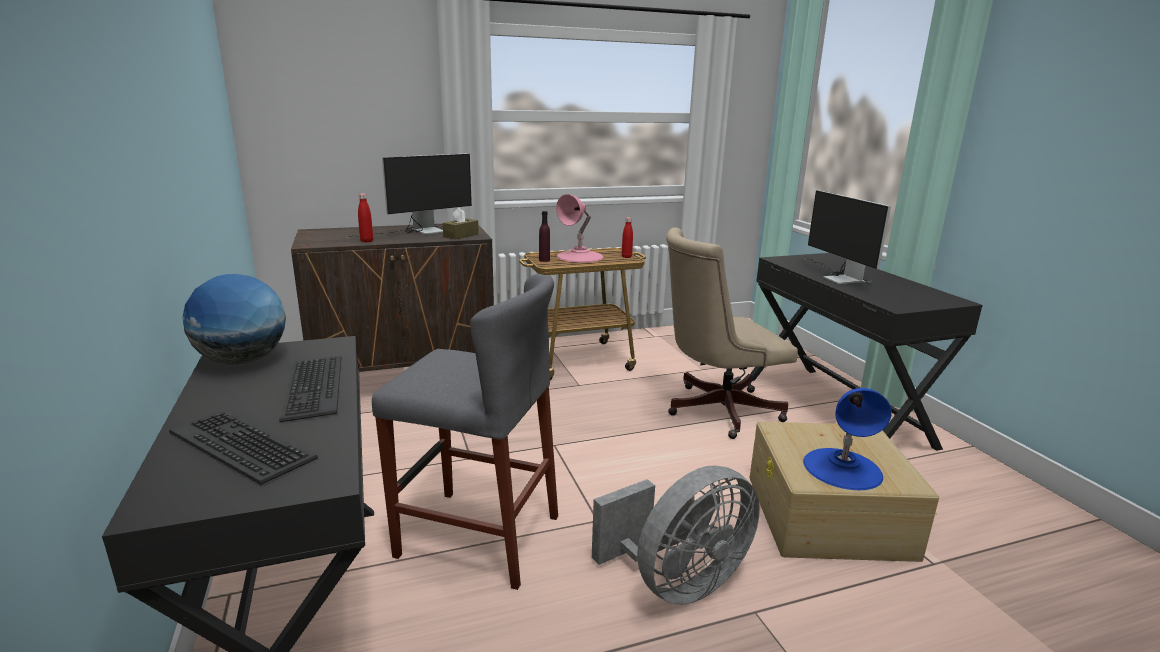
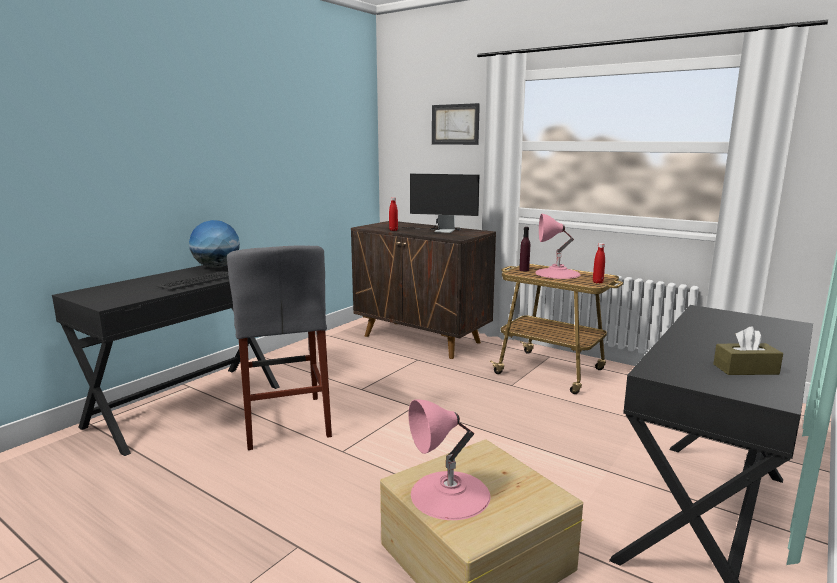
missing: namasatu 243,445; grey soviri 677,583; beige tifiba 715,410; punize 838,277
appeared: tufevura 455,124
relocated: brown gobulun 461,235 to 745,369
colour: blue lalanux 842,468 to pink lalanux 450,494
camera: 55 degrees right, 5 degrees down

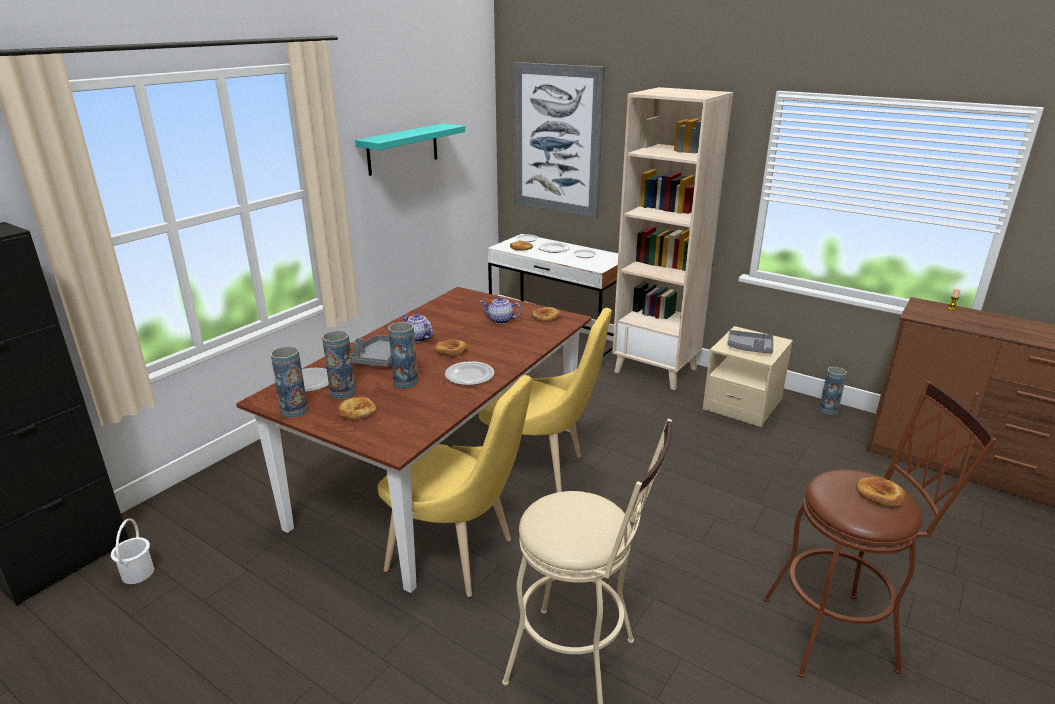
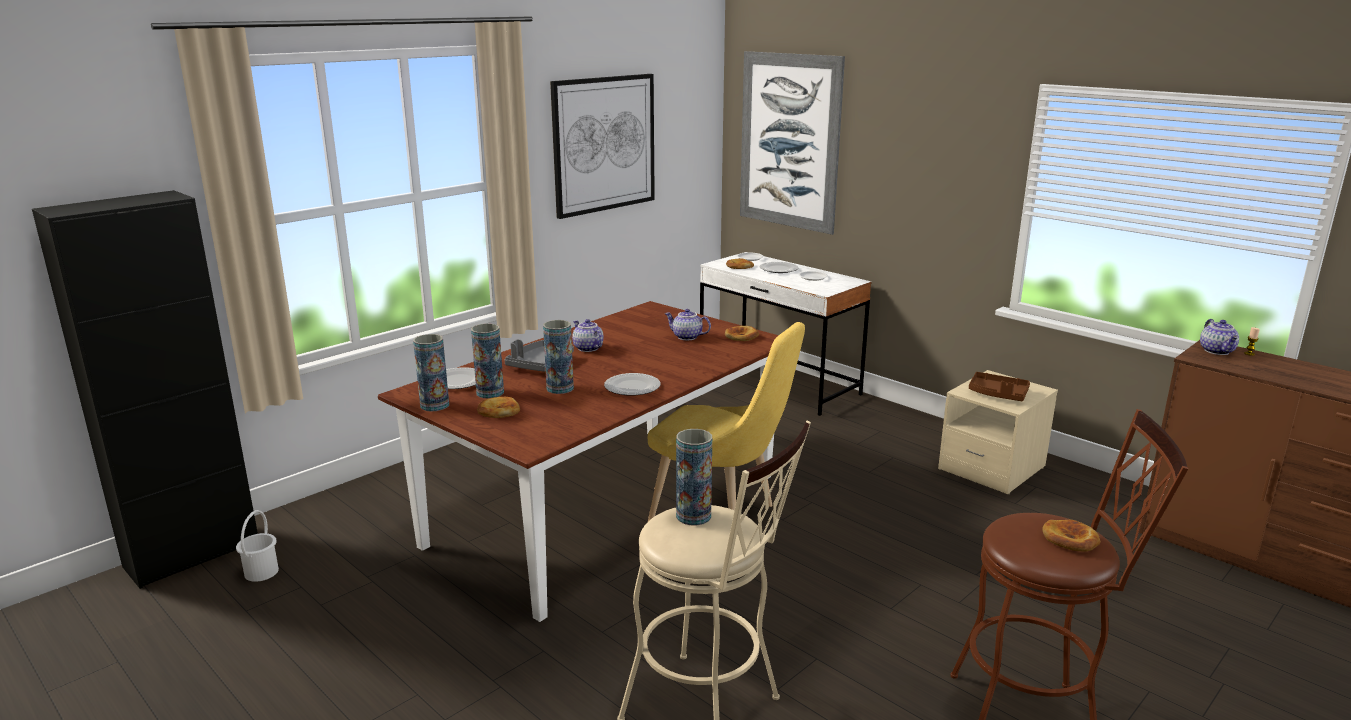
missing: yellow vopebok 458,556; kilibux 451,350; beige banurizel 656,370
appeared: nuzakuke 1217,351
relocated: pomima 828,410 to 693,516
exchanged: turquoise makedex 403,149 to tufevura 604,144
colour: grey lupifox 749,348 to brown lupifox 998,394
camera: 10 degrees right, 5 degrees down

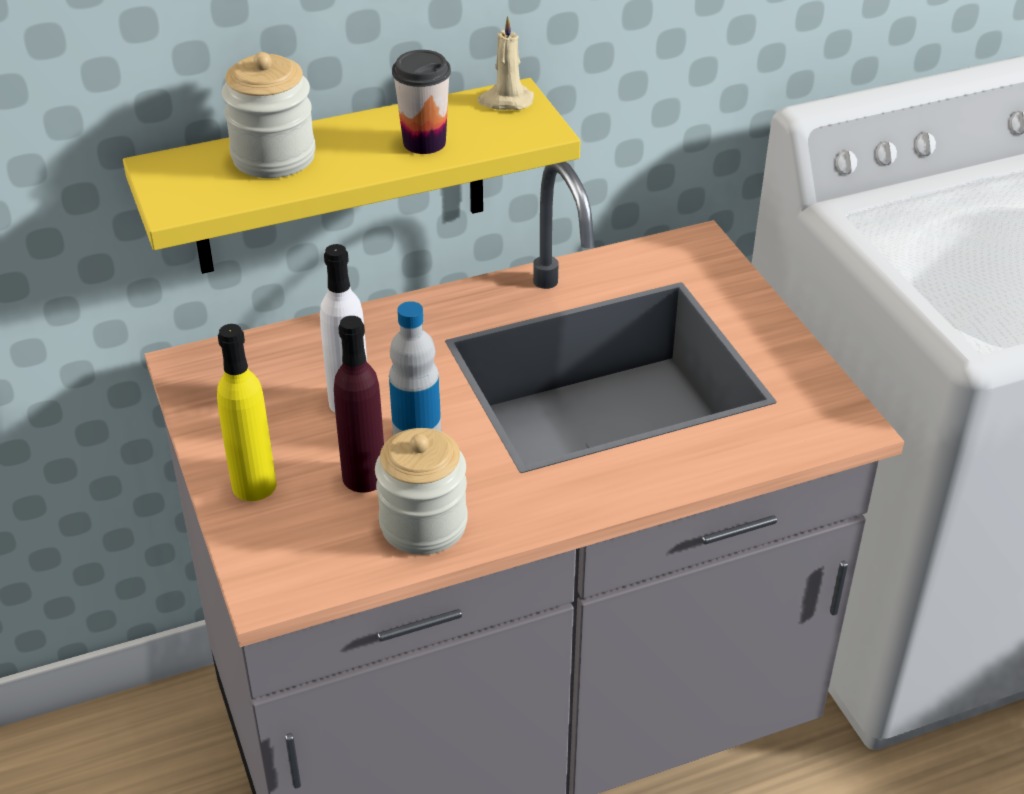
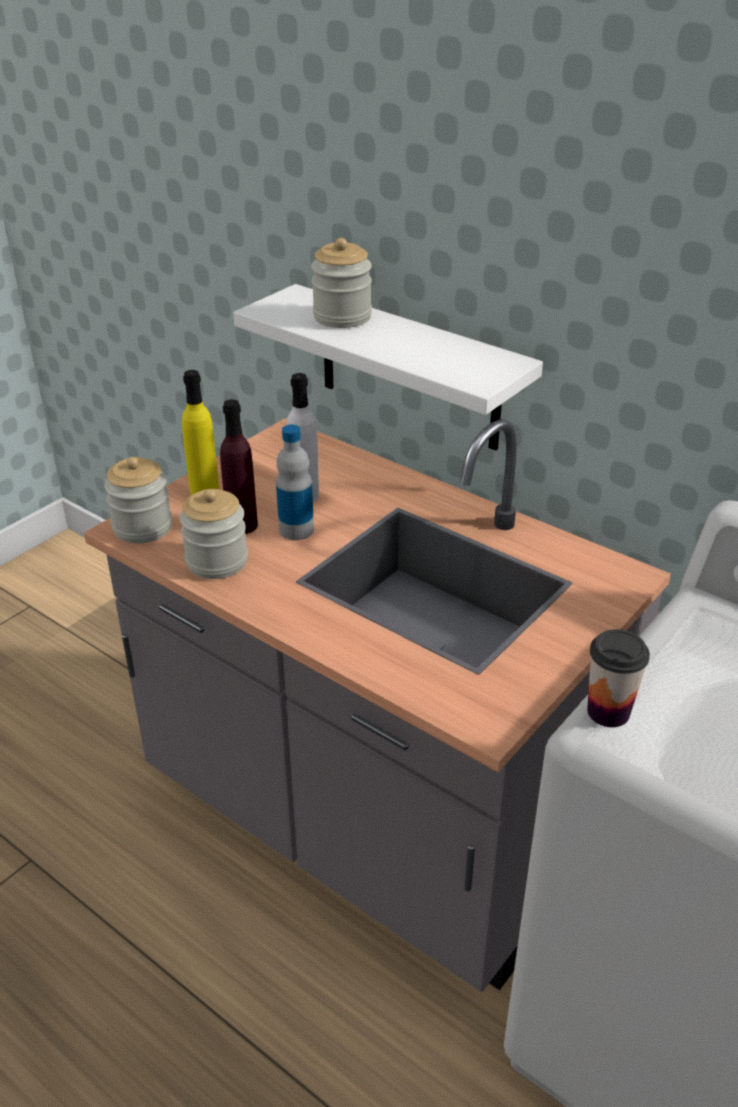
missing: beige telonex 505,101
appeared: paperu 143,527
relocated: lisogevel 424,142 to 608,712
colour: yellow makedex 339,179 to white makedex 409,369
camera: 60 degrees right, 5 degrees down

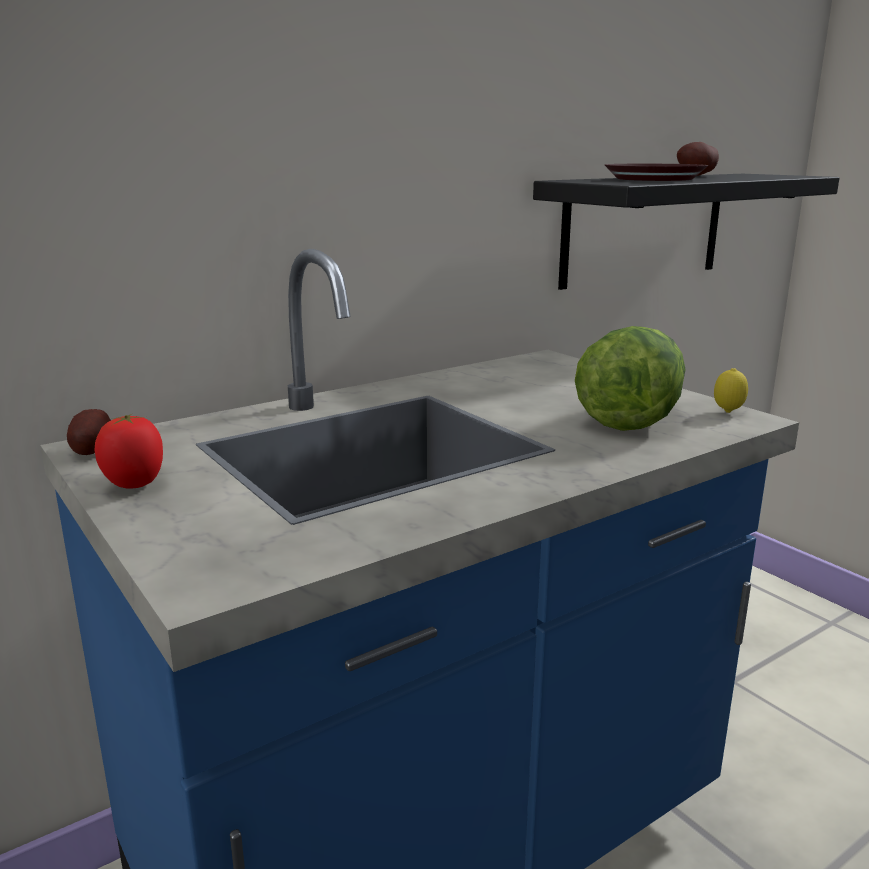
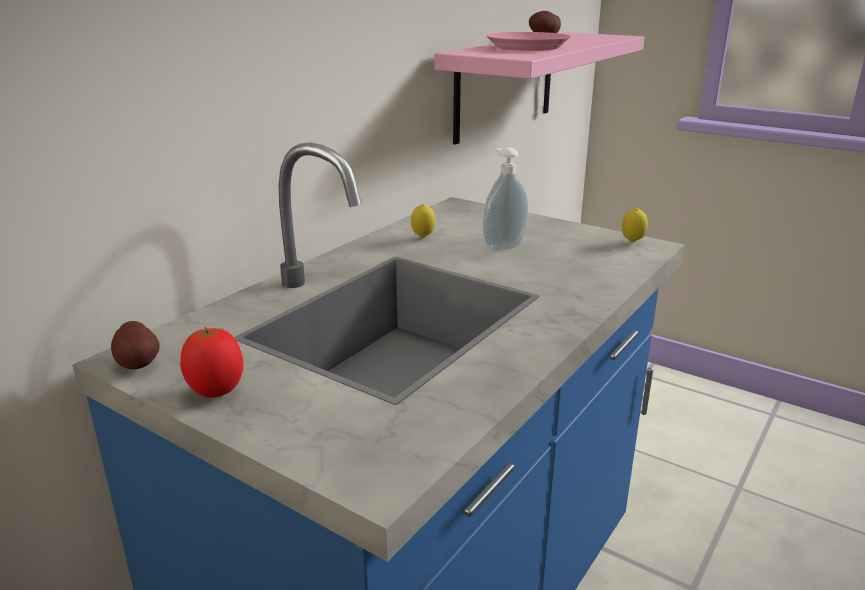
missing: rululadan 631,418
appeared: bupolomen 423,237; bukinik 502,246
colour: black makedex 643,228 to pink makedex 505,84; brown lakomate 653,179 to pink lakomate 527,47
camera: 20 degrees left, 5 degrees up

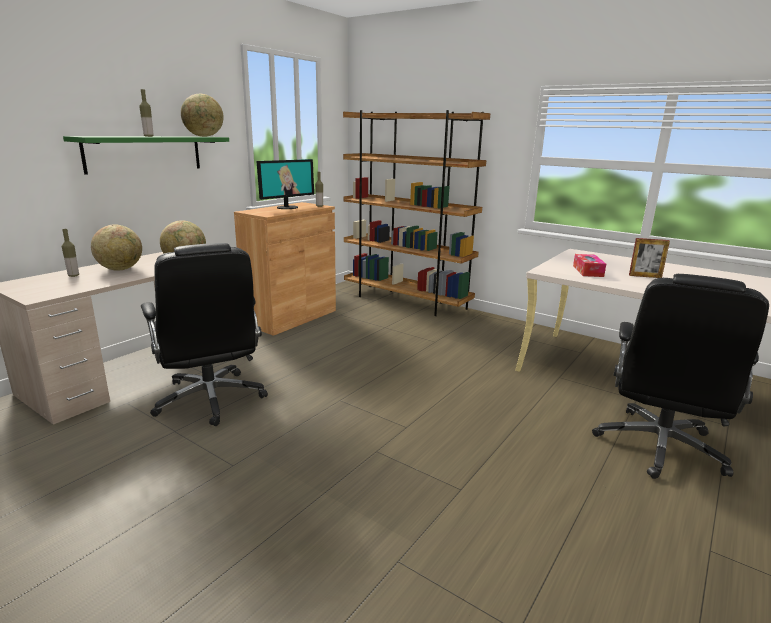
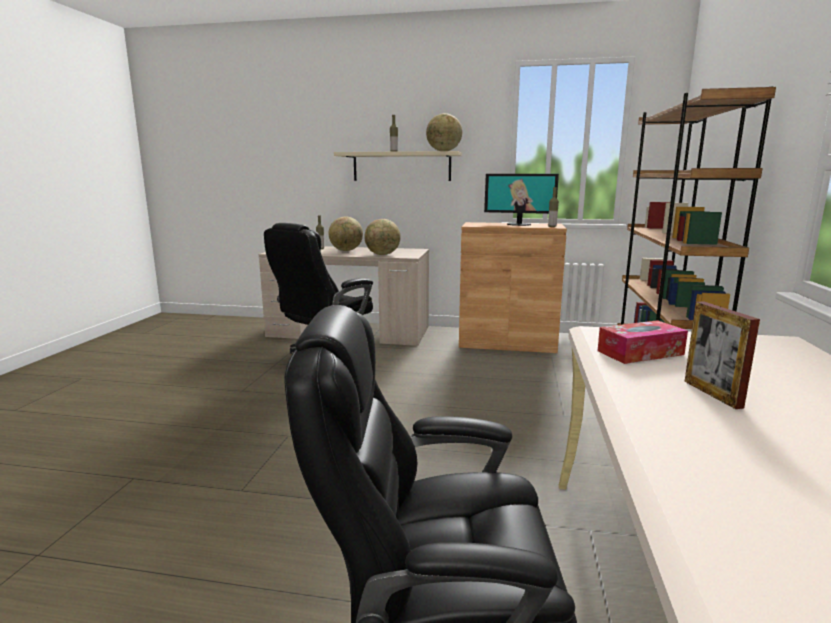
colour: green makedex 144,153 to beige makedex 401,167
camera: 65 degrees right, 5 degrees down

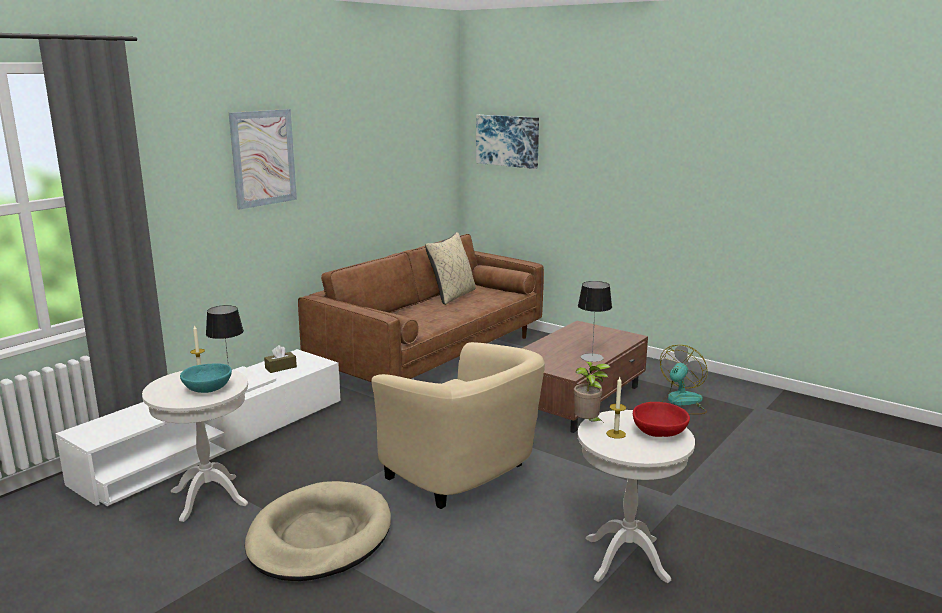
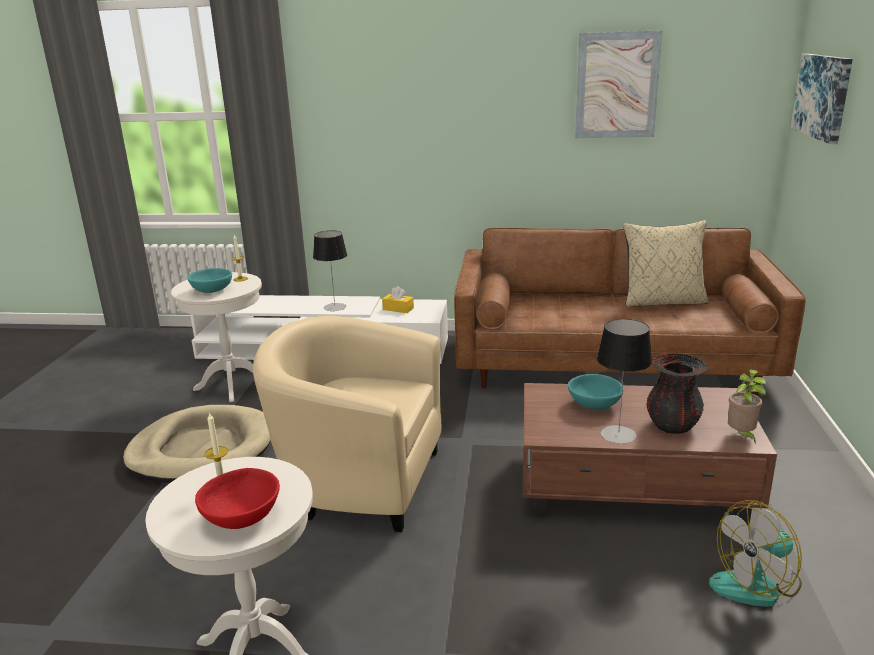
appeared: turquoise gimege 594,404; black pomima 672,426
relocated: tufevura 263,158 to 617,85; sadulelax 588,423 to 741,436
colour: brown gobulun 281,367 to yellow gobulun 398,309
spun: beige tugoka 465,477 = 358,481 90 degrees clockwise; soviri 681,402 = 756,584 150 degrees clockwise
camera: 60 degrees right, 5 degrees up

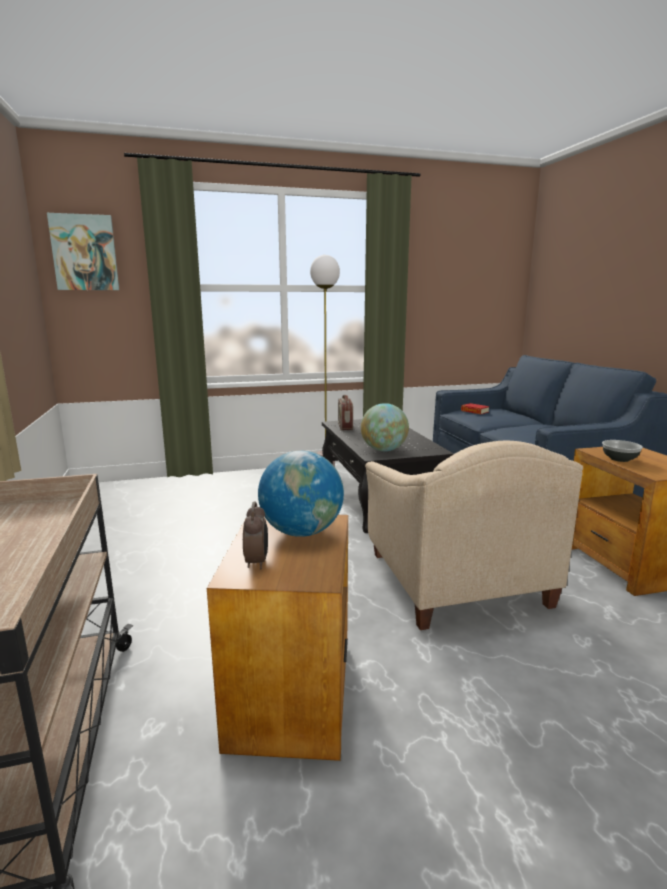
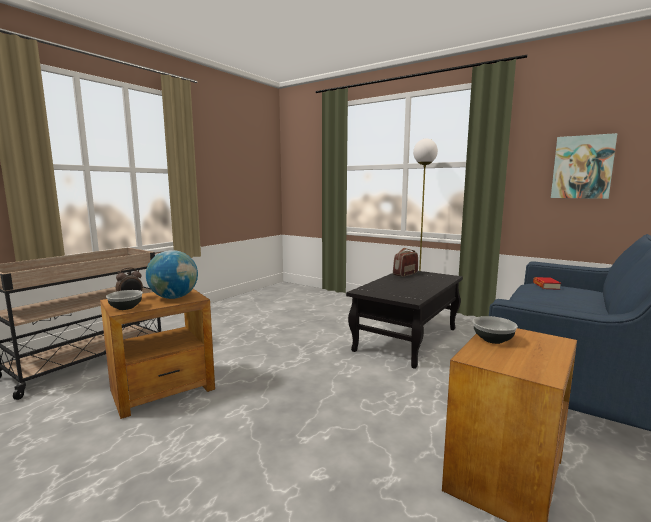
missing: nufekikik 383,450; beige tugoka 453,580
appeared: gimege 126,307
relocated: tufevura 85,253 to 582,167
camera: 50 degrees right, 5 degrees down

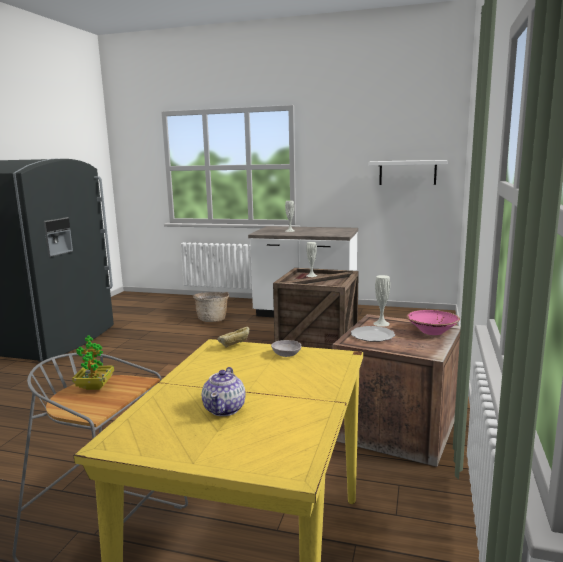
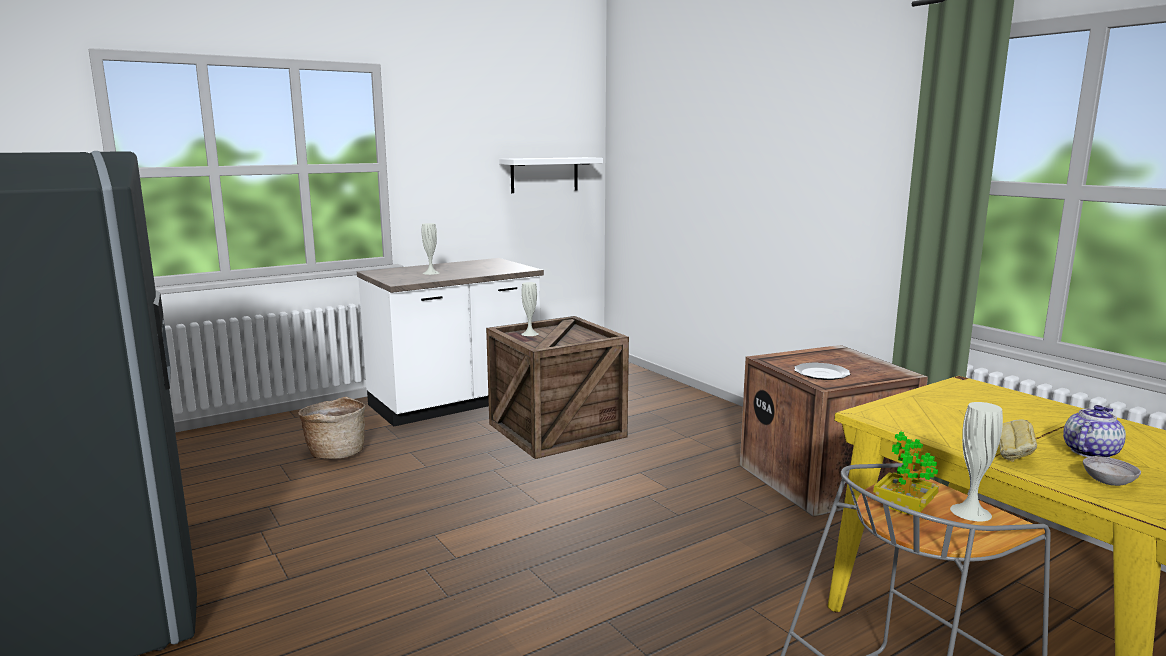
missing: pink gimege 432,332
relocated: kilibux 234,347 to 1014,456; grey gimege 286,355 to 1108,482; white pomima 381,323 to 970,512
spun: nuzakuke 225,409 = 1089,452 90 degrees counterclockwise
camera: 50 degrees left, 0 degrees up

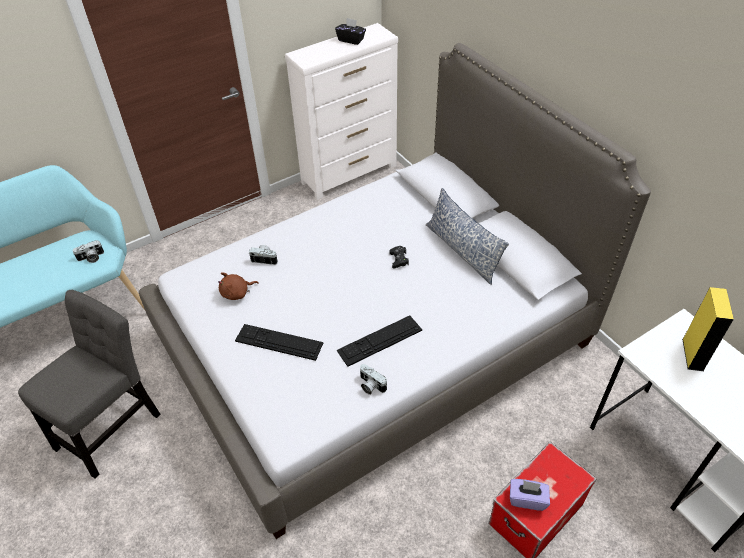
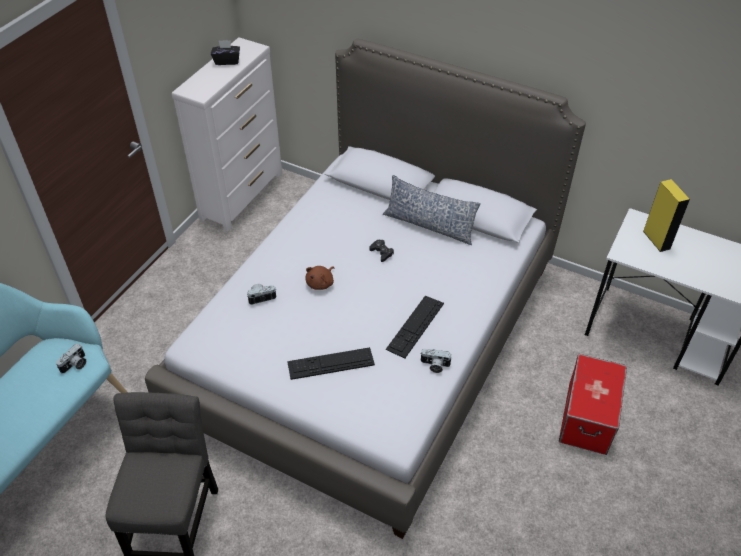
missing: purple gobulun 527,499
relocated: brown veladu 237,293 to 321,283
camera: 30 degrees left, 0 degrees up

